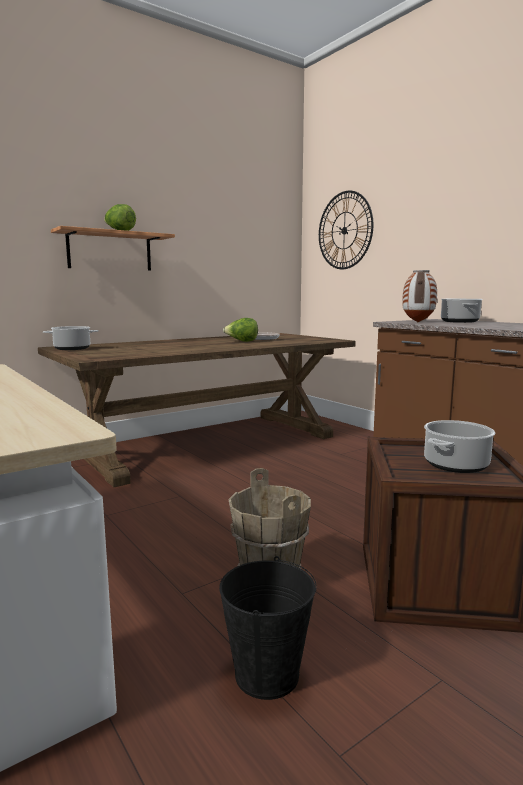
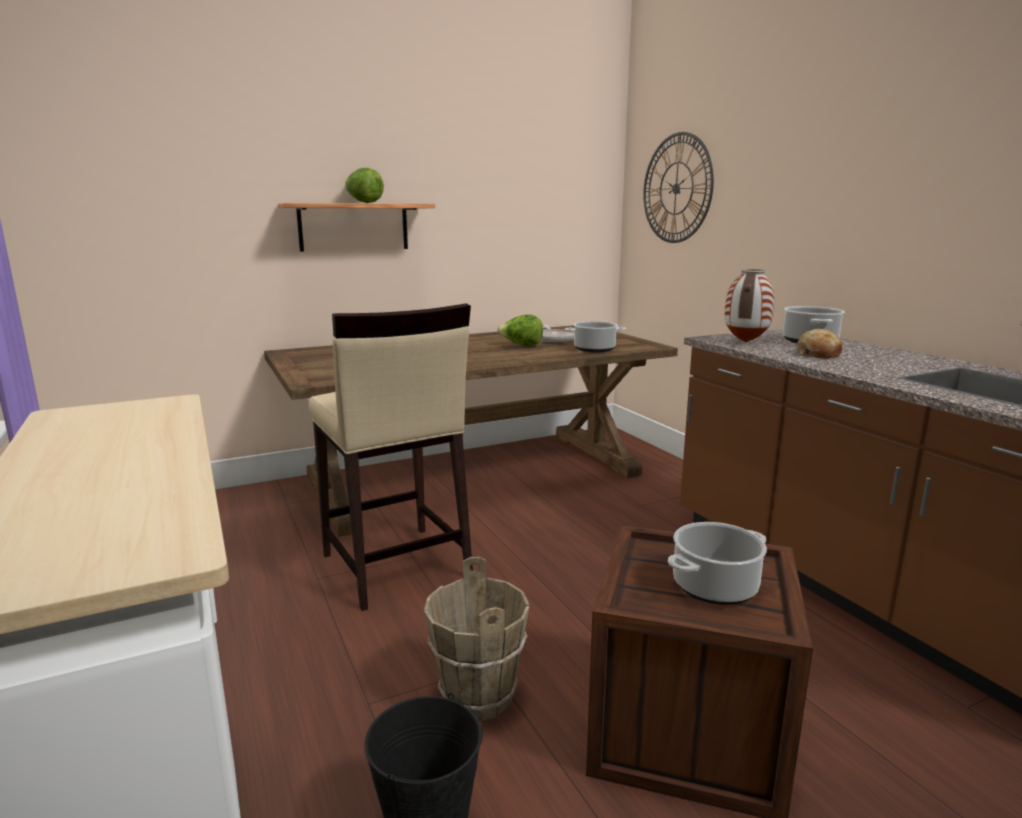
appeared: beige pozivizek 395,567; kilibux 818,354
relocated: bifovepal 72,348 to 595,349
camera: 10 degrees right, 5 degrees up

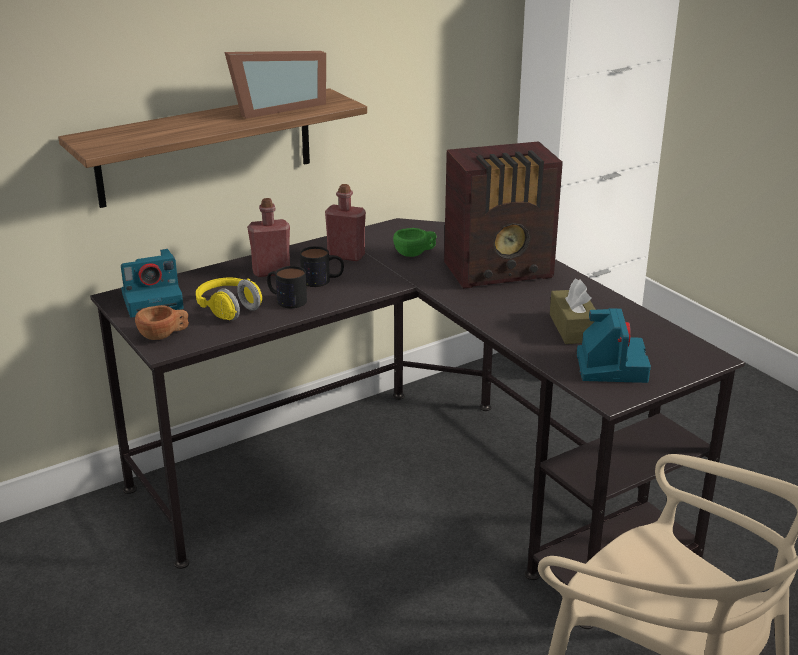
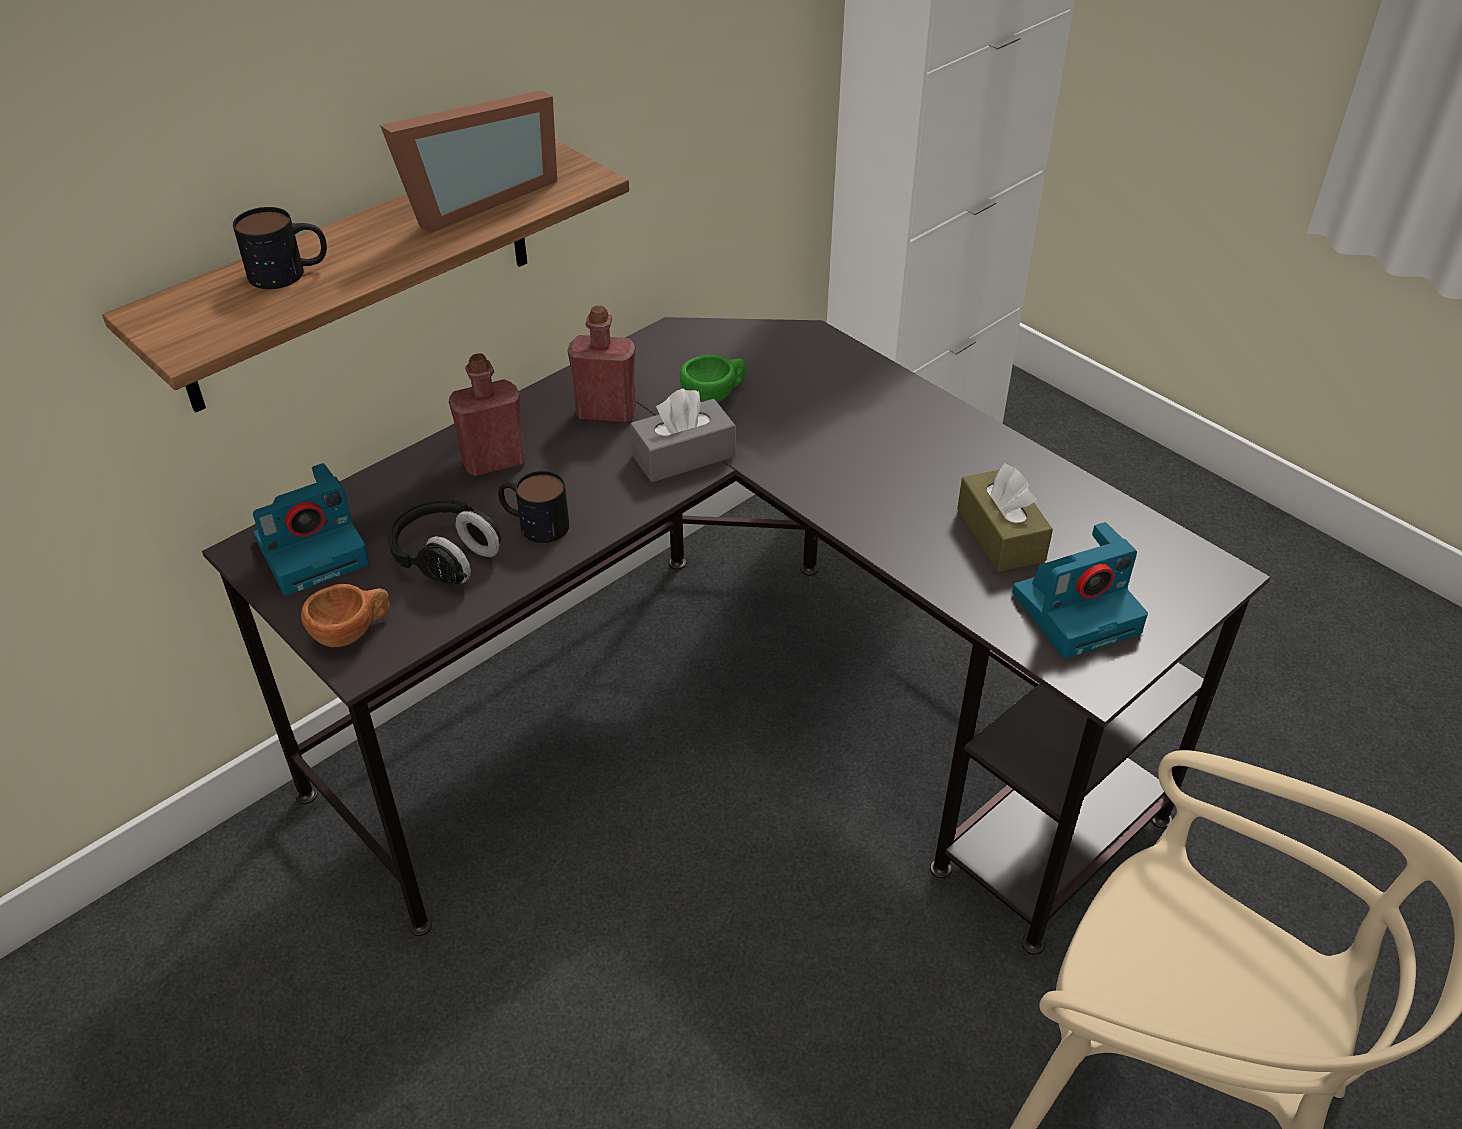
missing: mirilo 501,271
appeared: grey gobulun 683,455
relocated: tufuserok 322,280 to 290,273
colour: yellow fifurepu 229,310 to black fifurepu 446,558
spun: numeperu 610,365 = 1077,611 75 degrees clockwise
camera: 10 degrees left, 15 degrees up

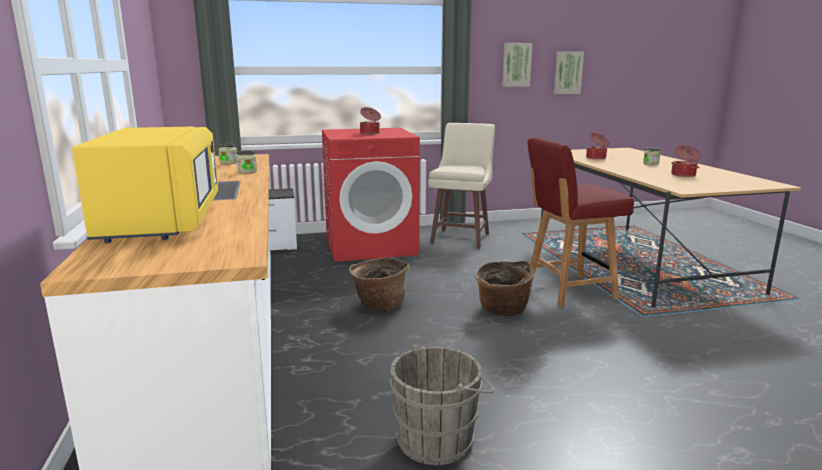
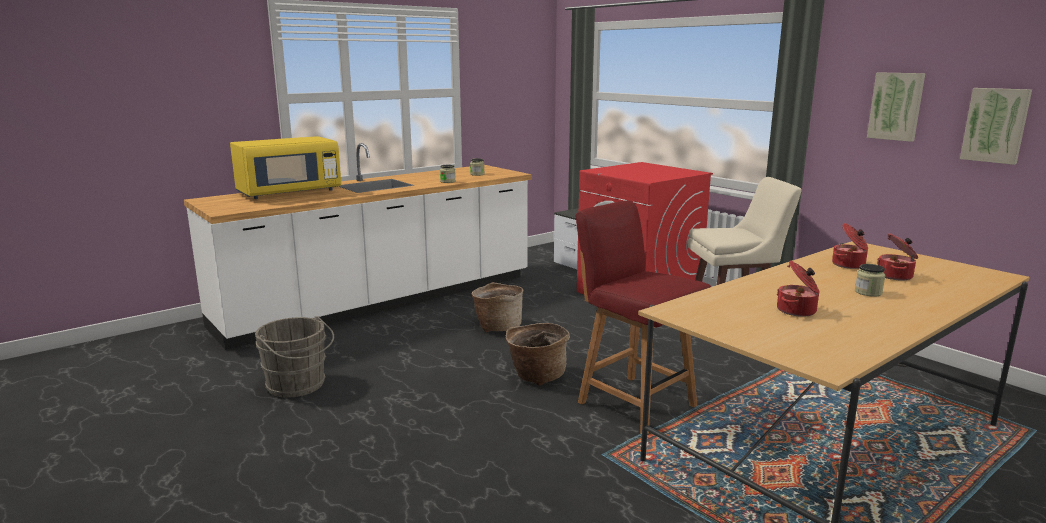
relocated: bifovepal 370,133 to 895,276
camera: 65 degrees right, 0 degrees up

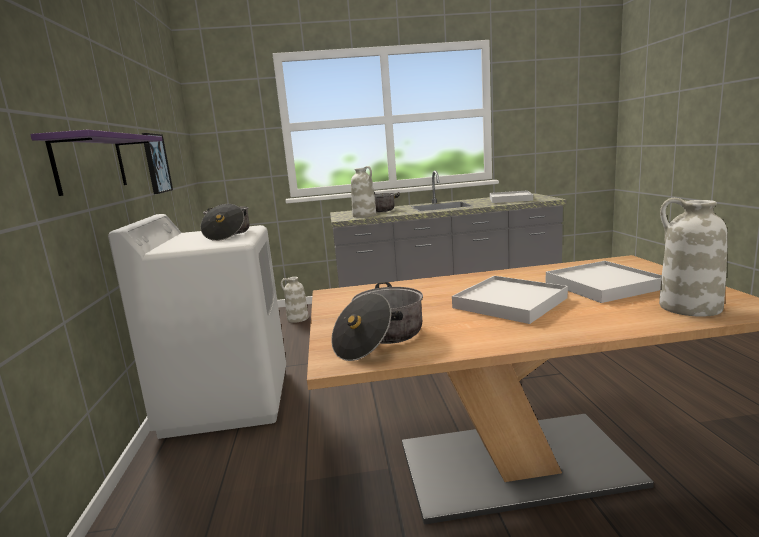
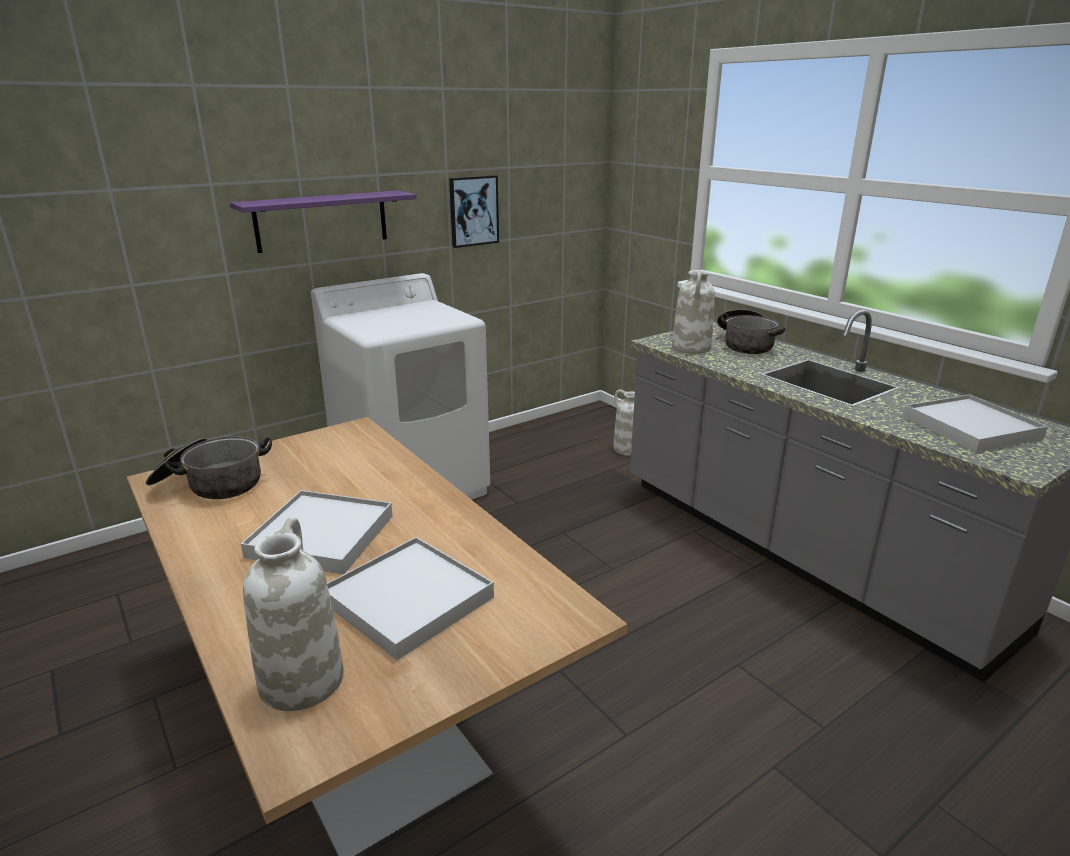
missing: bifovepal 227,234
camera: 60 degrees right, 10 degrees up

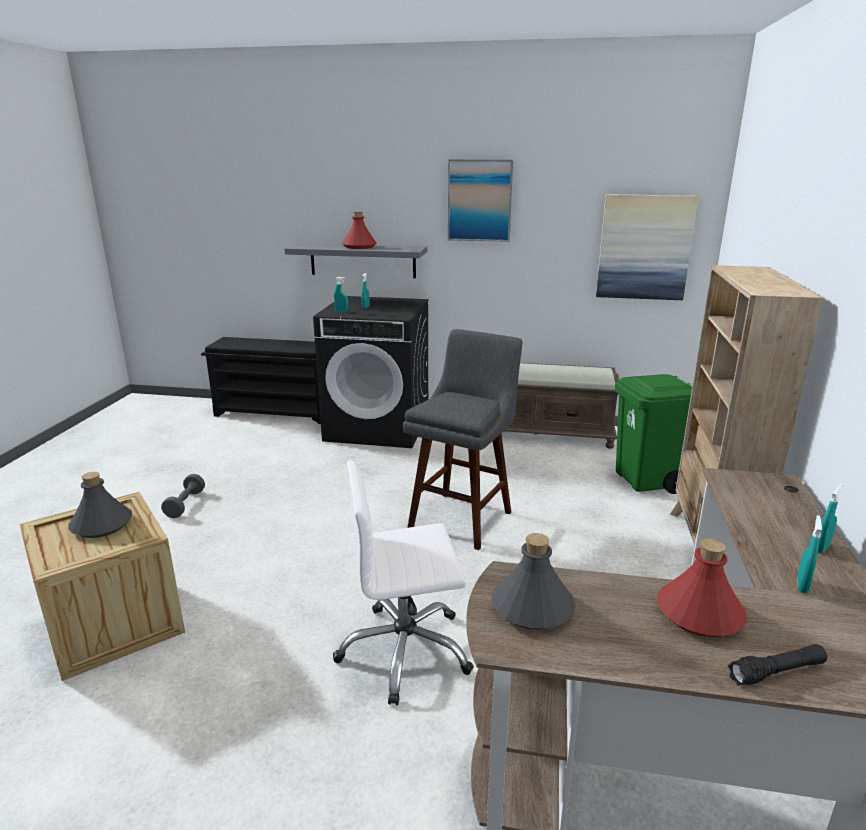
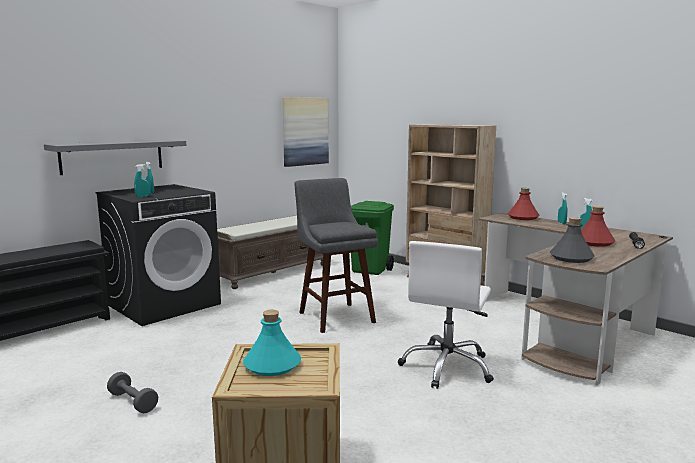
missing: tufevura 479,200
relocated: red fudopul 359,247 to 523,217
colour: grey fudopul 101,525 to turquoise fudopul 272,365
camera: 55 degrees left, 10 degrees down

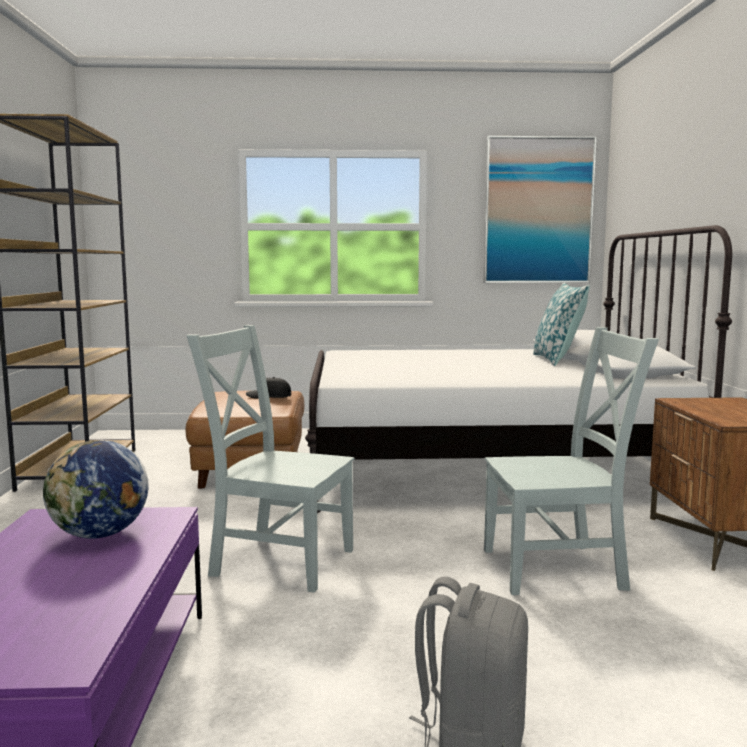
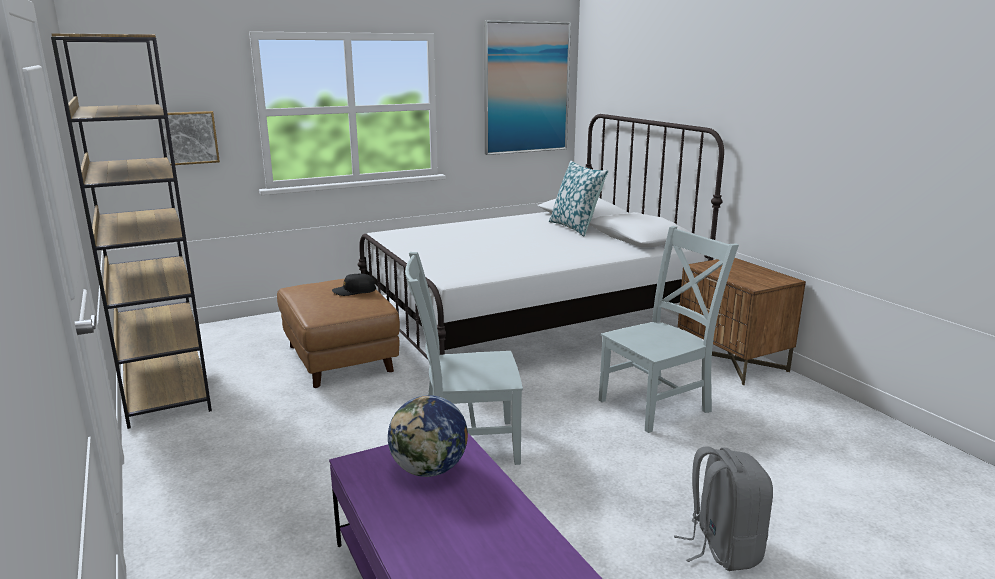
appeared: tufevura 188,137
camera: 25 degrees left, 10 degrees up

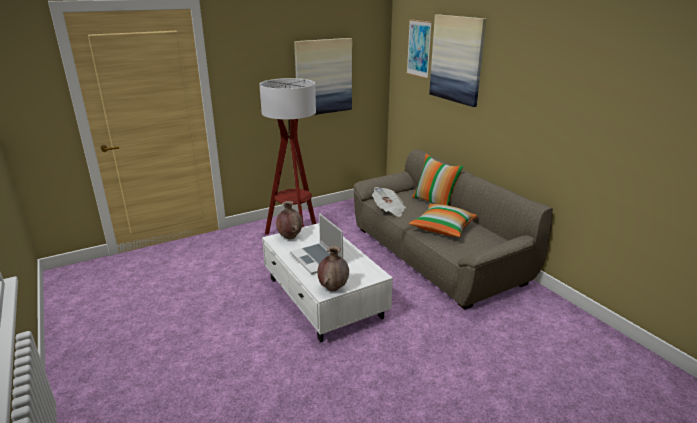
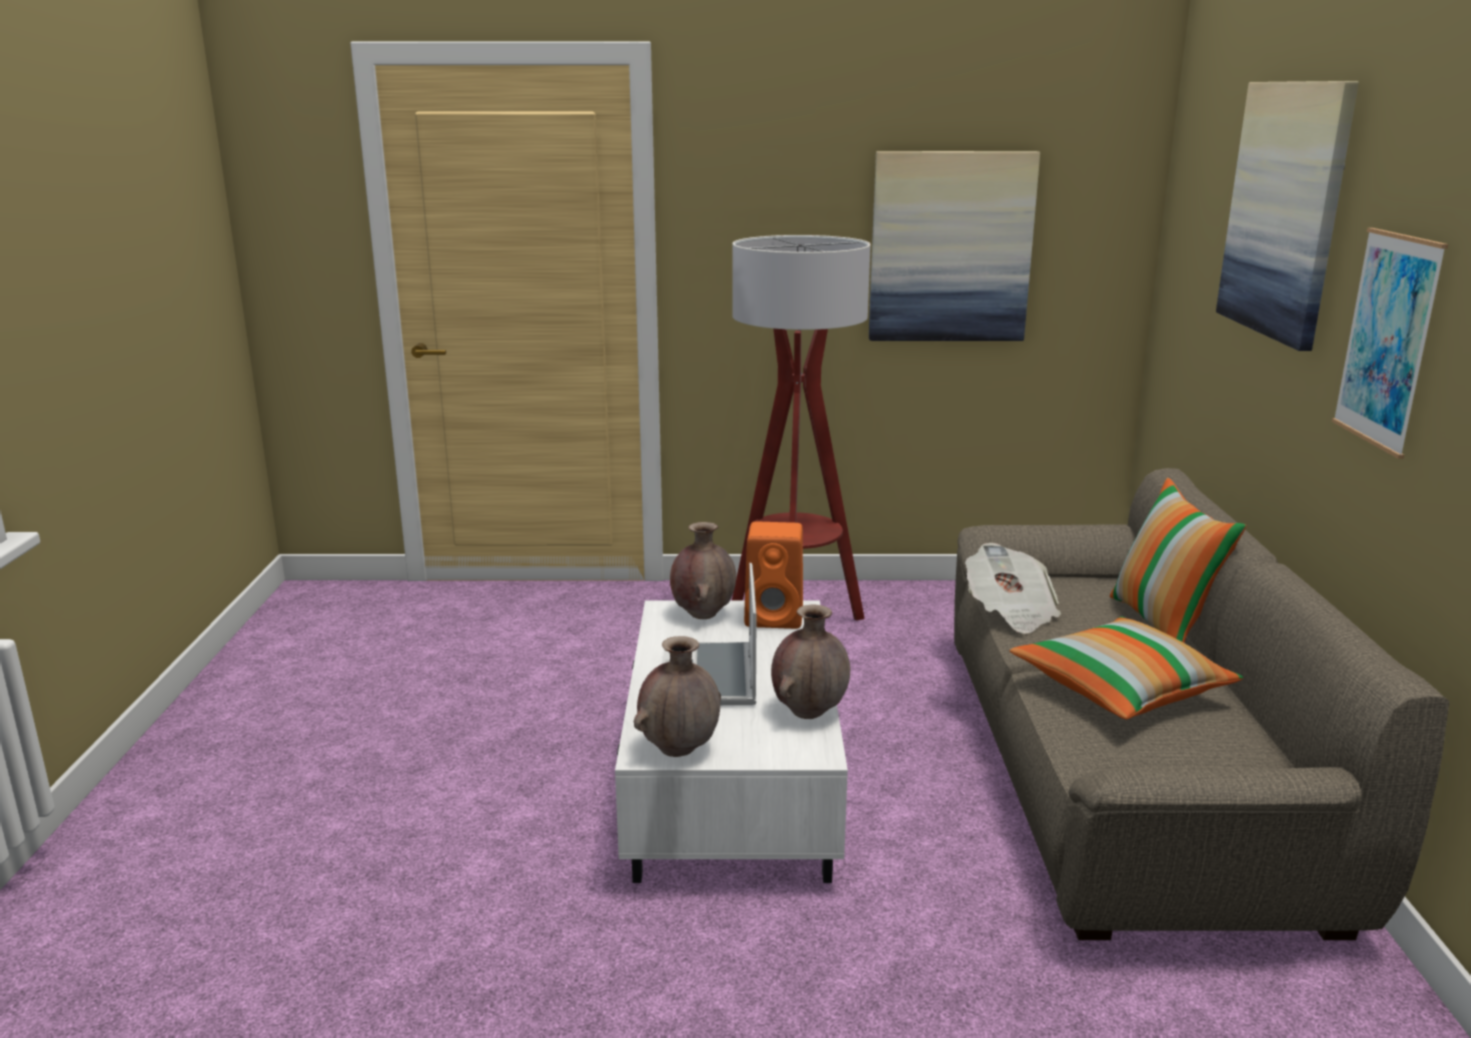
appeared: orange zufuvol 776,617; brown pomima 809,712
relocated: tufevura 419,48 to 1387,340
camera: 30 degrees right, 5 degrees down

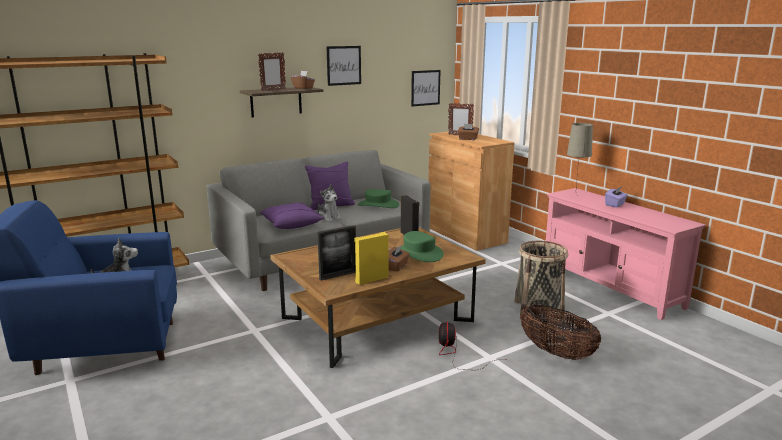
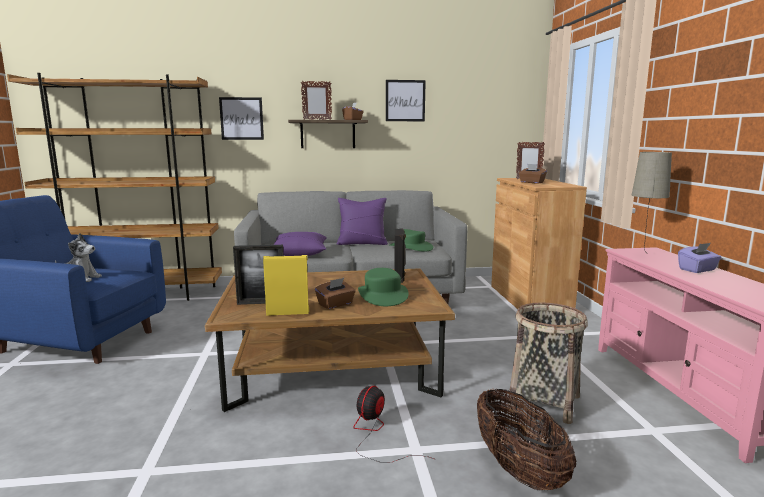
missing: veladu 328,218
relocated: tufevura 425,88 to 241,118
camera: 25 degrees right, 5 degrees down

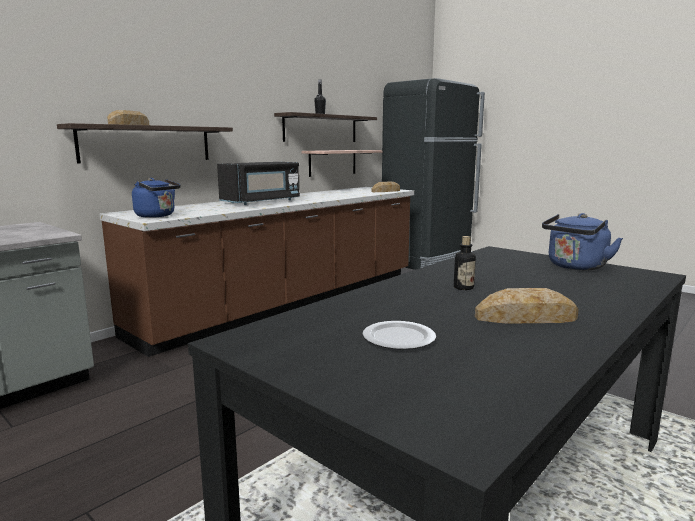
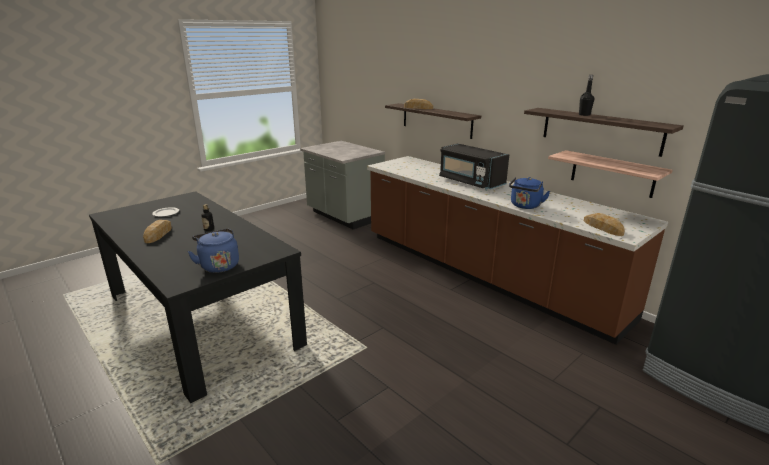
relocated: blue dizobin 157,216 to 525,206
camera: 95 degrees right, 10 degrees up

